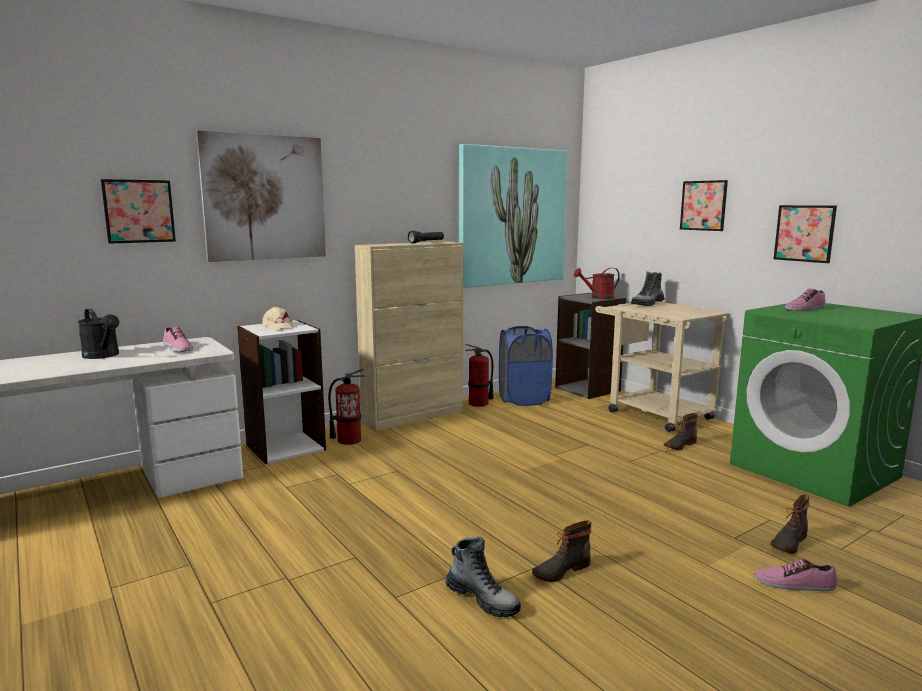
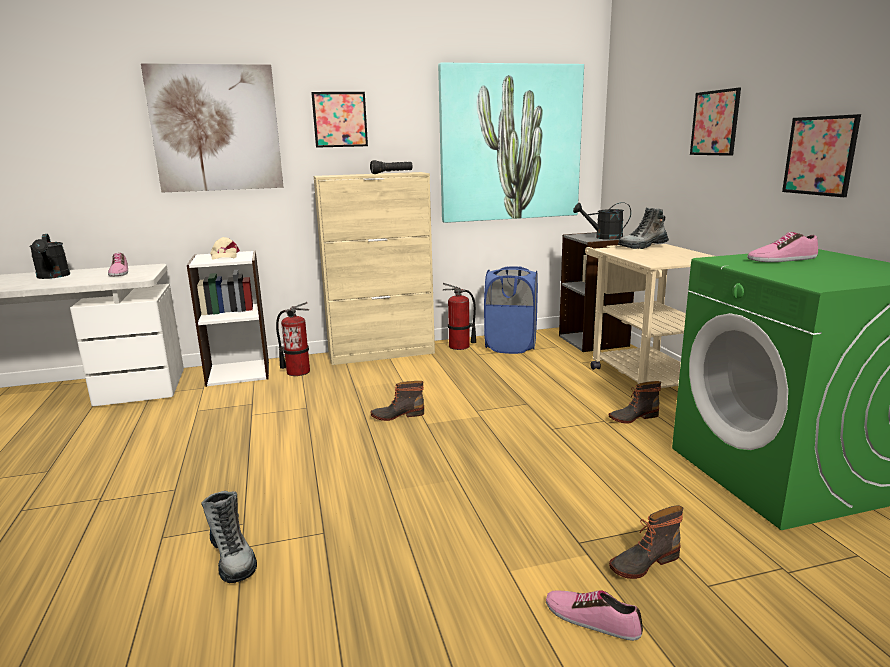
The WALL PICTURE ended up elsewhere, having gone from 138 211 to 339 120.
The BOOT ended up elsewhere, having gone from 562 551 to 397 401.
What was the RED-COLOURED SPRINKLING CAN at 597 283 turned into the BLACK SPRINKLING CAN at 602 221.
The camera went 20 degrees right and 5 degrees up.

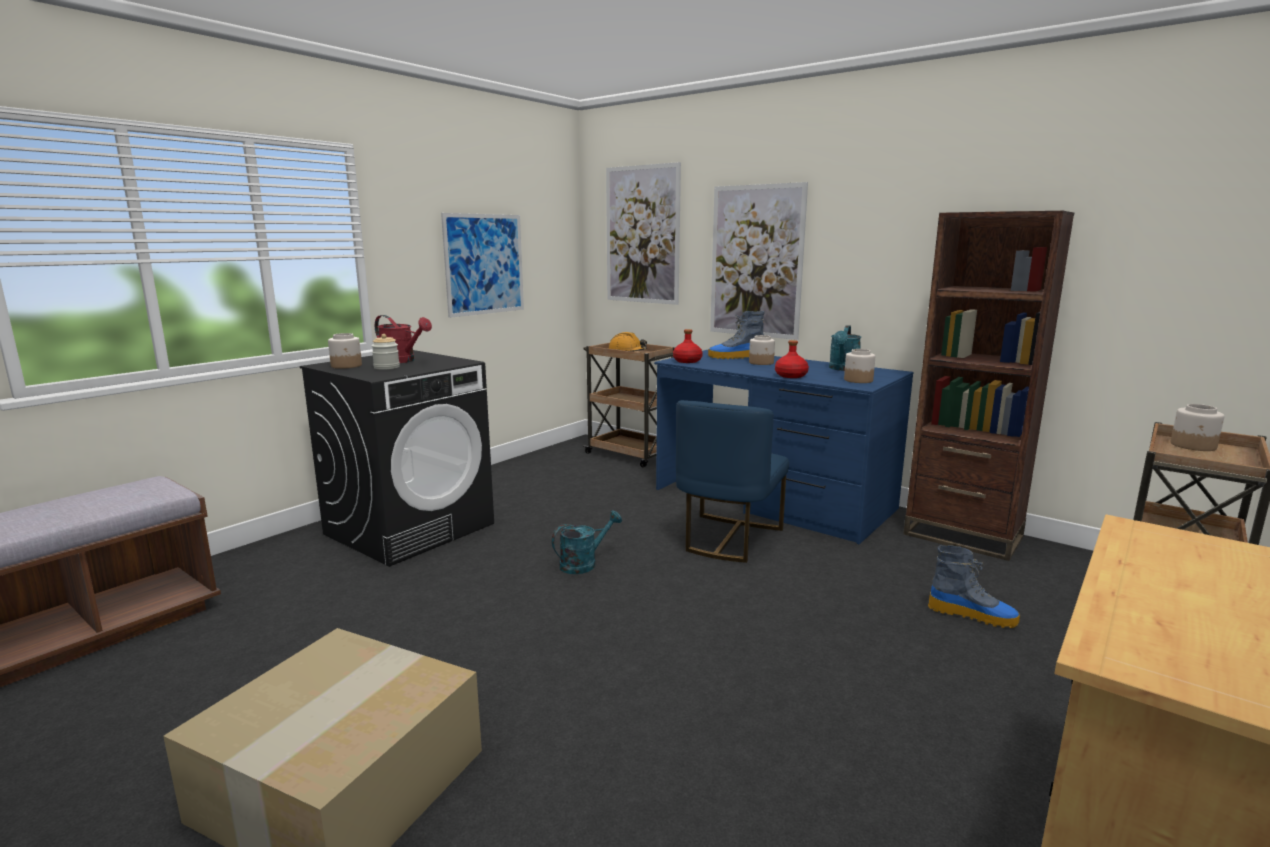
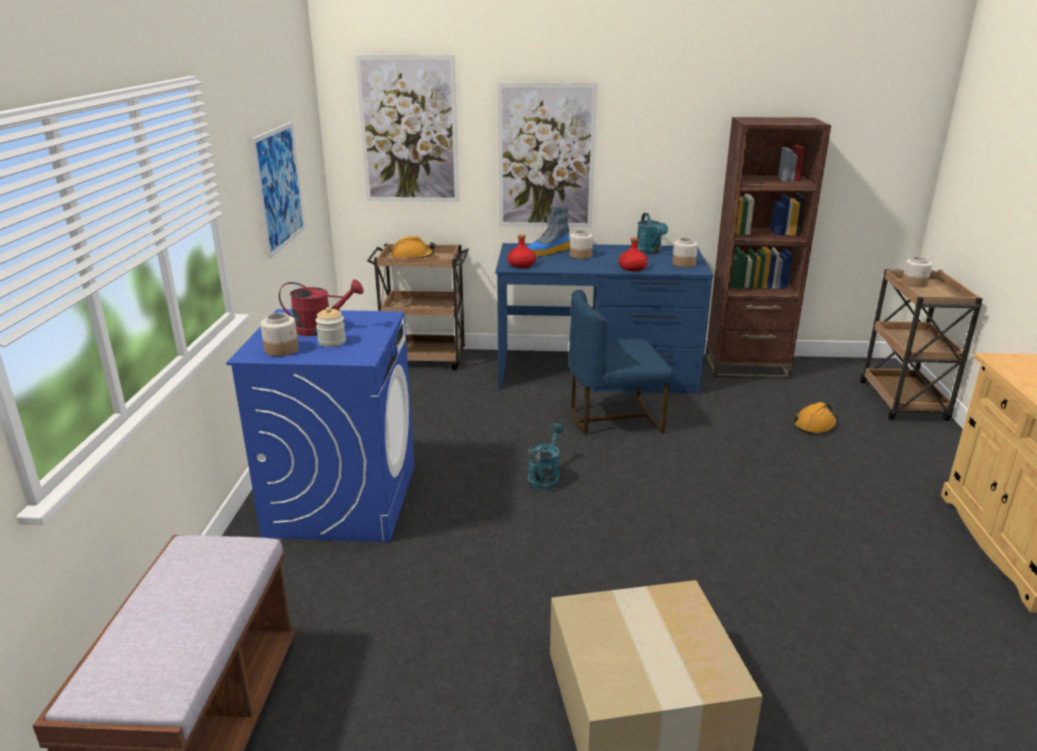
What was the BLACK LAUNDRY APPLIANCE at 397 458 turned into the BLUE LAUNDRY APPLIANCE at 320 425.
The BLUE PLAIN CHAIR at 732 481 ended up facing another way, 90 degrees clockwise from before.
Where the BOOT stood at 974 586, the ORANGEY WORK HELMET came to stand at 815 418.
The camera went 35 degrees left and 10 degrees up.

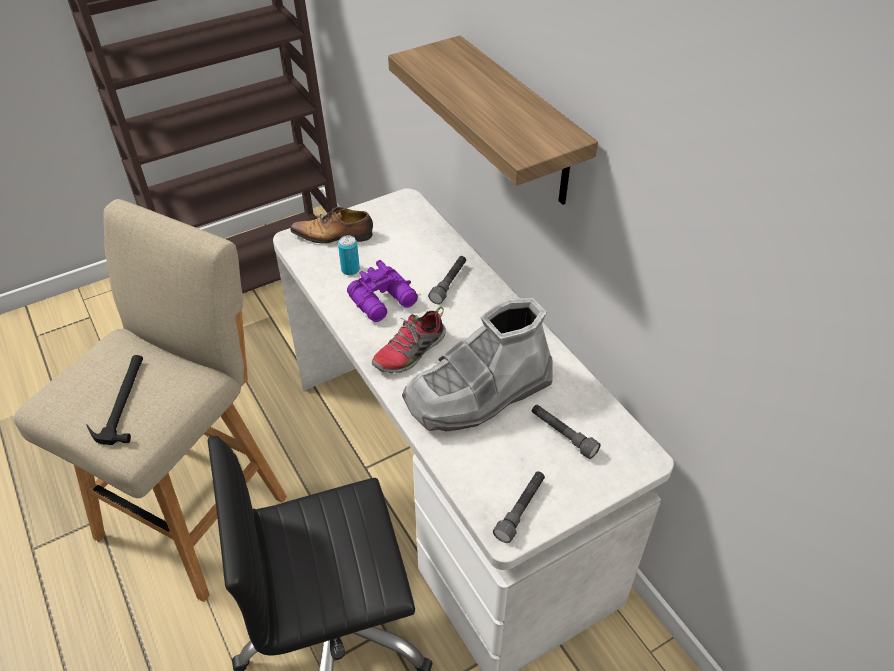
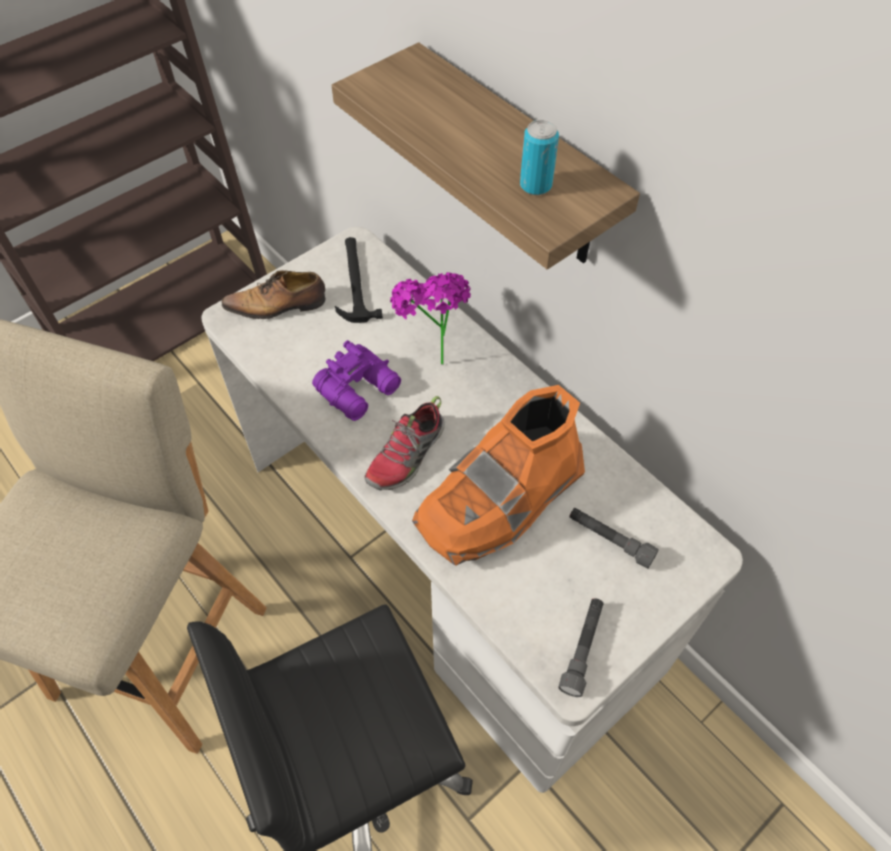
The HAND HAMMER ended up elsewhere, having gone from 114 400 to 359 280.
Where the GRAY HAND TORCH stood at 447 280, the PLANT IN A POT came to stand at 430 318.
What was the GRAY BOOT at 477 365 turned into the ORANGEY BOOT at 498 475.
The SEALED CAN ended up elsewhere, having gone from 349 255 to 539 157.
The camera went 10 degrees left and 10 degrees up.

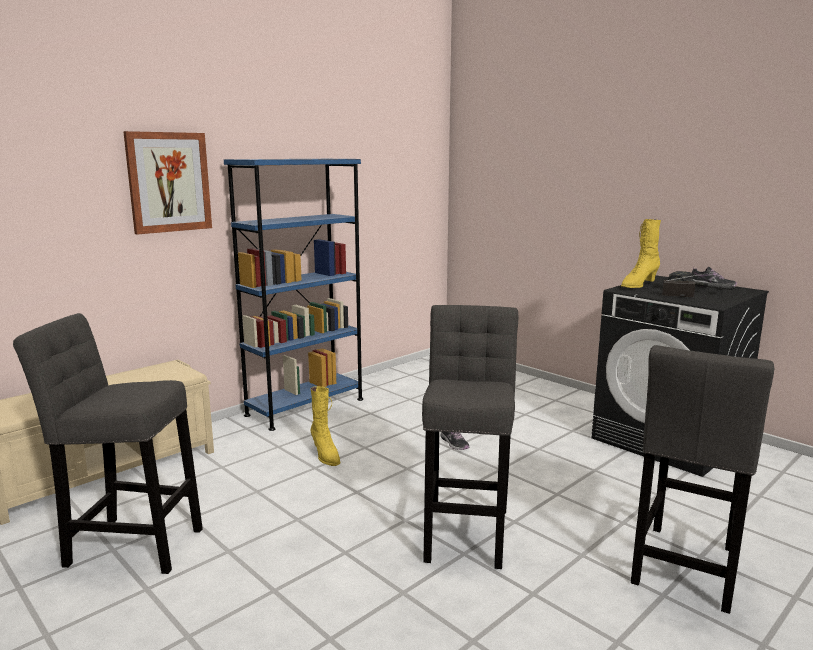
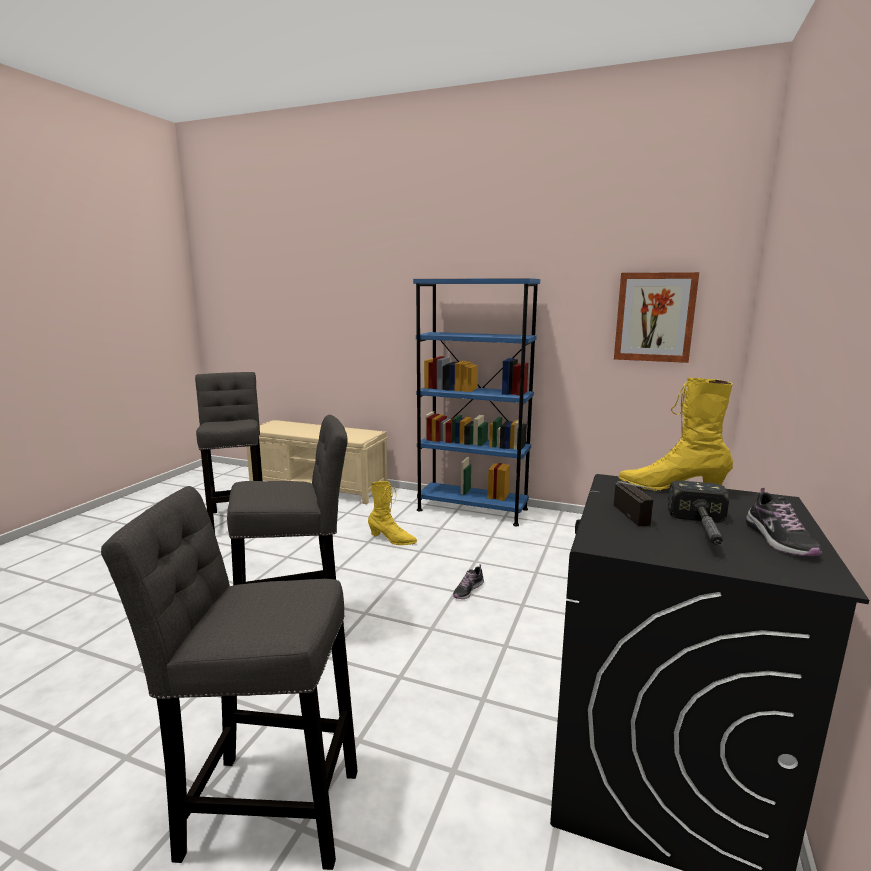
The YELLOW-COLOURED BOOT at 325 426 ended up facing another way, 105 degrees counterclockwise from before.
The WALL PICTURE ended up elsewhere, having gone from 167 183 to 656 317.
The camera went 65 degrees right and 0 degrees up.

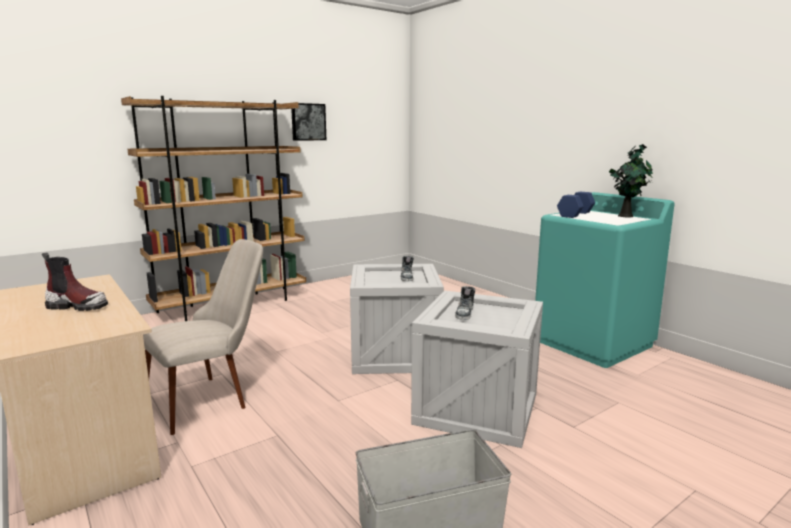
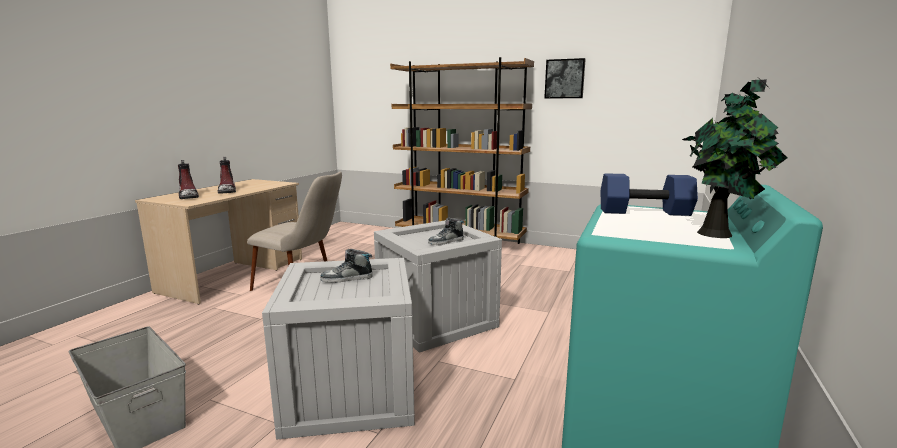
The second view gained the BOOT at 188 179.
The camera went 60 degrees right and 0 degrees up.

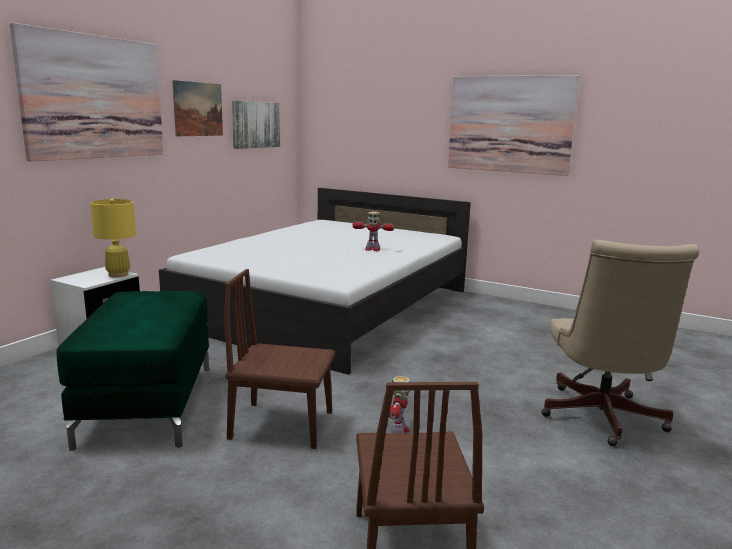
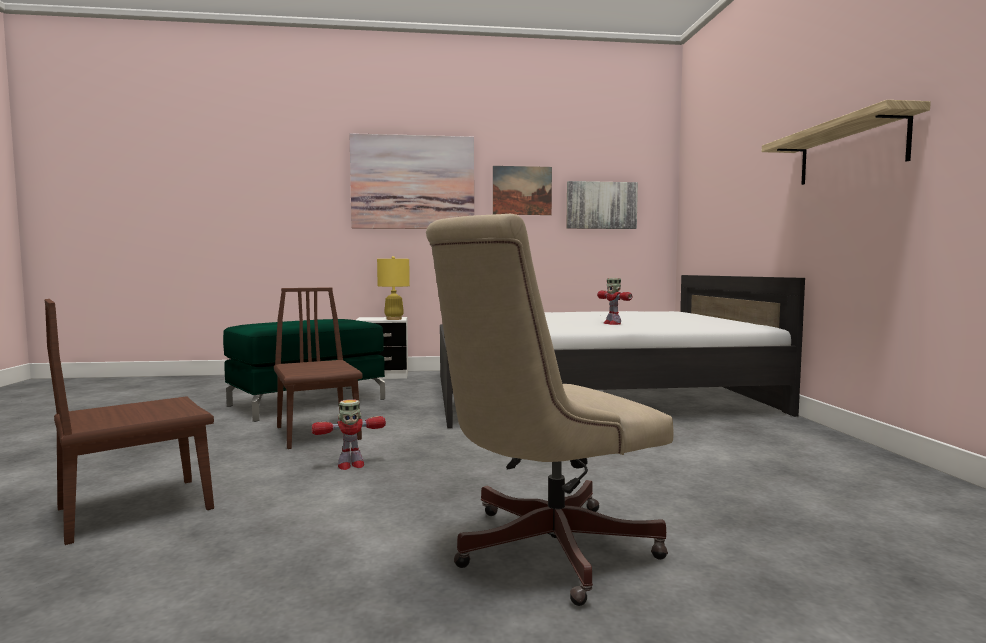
Where the WALL PICTURE hung at 514 125, the WALL SHELF came to hang at 846 142.
The camera went 55 degrees right and 10 degrees down.

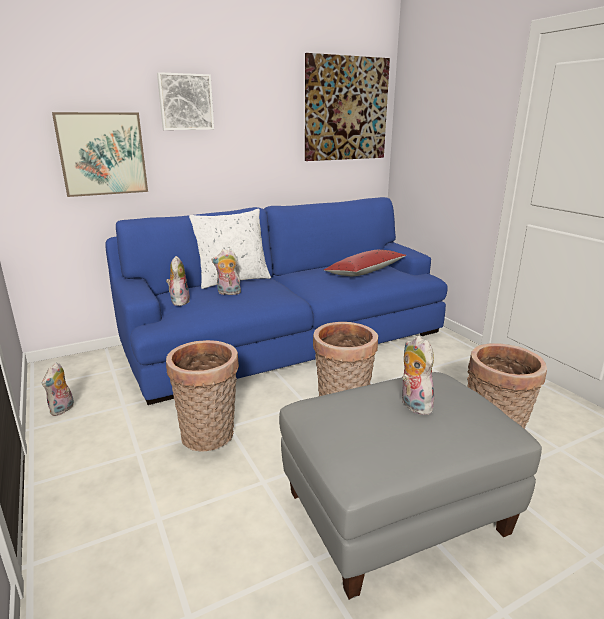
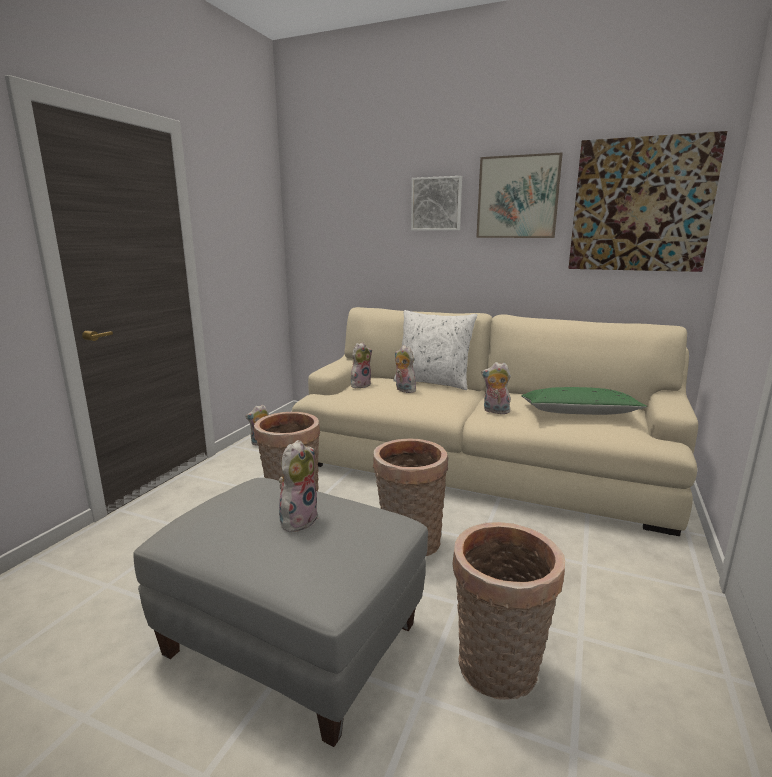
What was the BLUE SETTEE at 277 301 turned into the BEIGE-COLOURED SETTEE at 495 421.
The WALL PICTURE ended up elsewhere, having gone from 100 154 to 519 195.
The second view gained the PLUSH TOY at 496 388.
What was the RED-COLOURED CUSHION at 365 263 turned into the GREEN-COLOURED CUSHION at 584 401.
The camera went 50 degrees right and 5 degrees down.

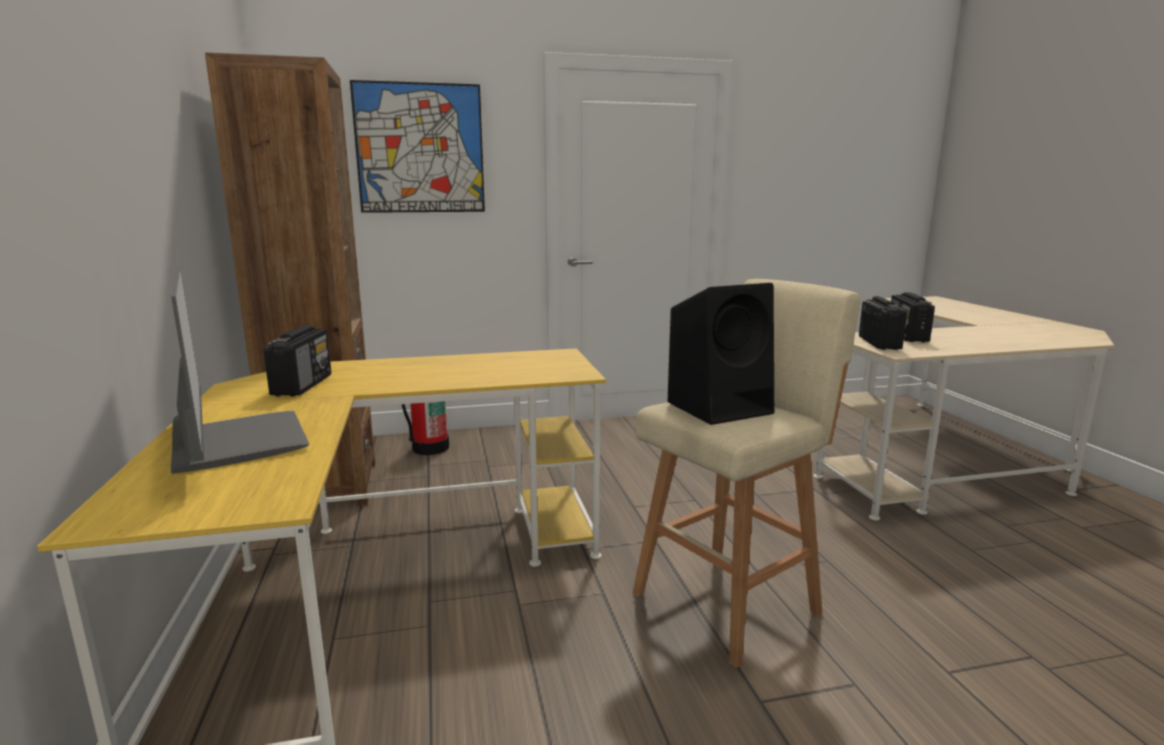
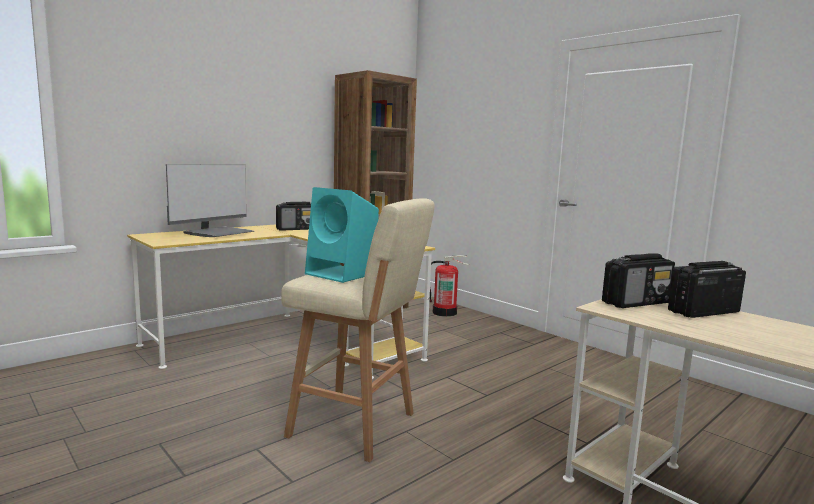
What was the BLACK LOUDSPEAKER at 721 354 turned into the TURQUOISE-COLOURED LOUDSPEAKER at 342 235.
The second view lost the WALL PICTURE at 417 146.
The camera went 60 degrees right and 5 degrees down.

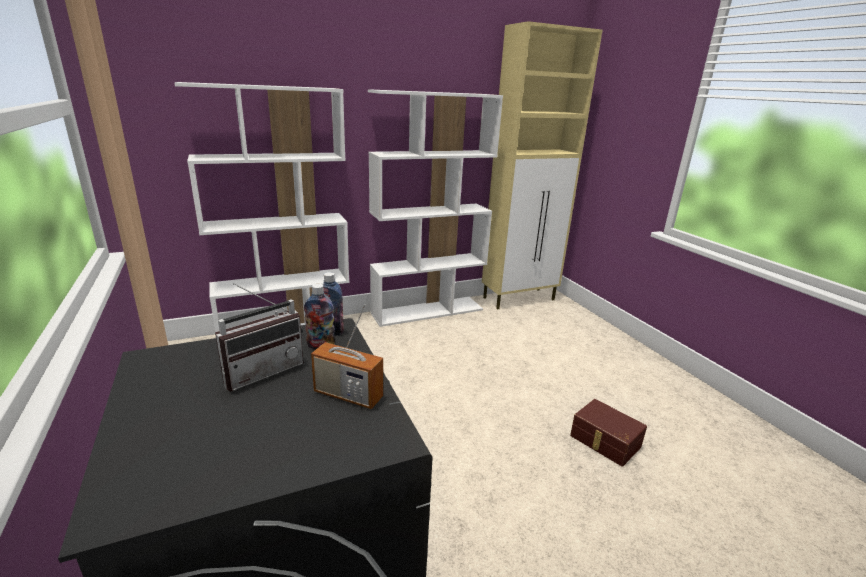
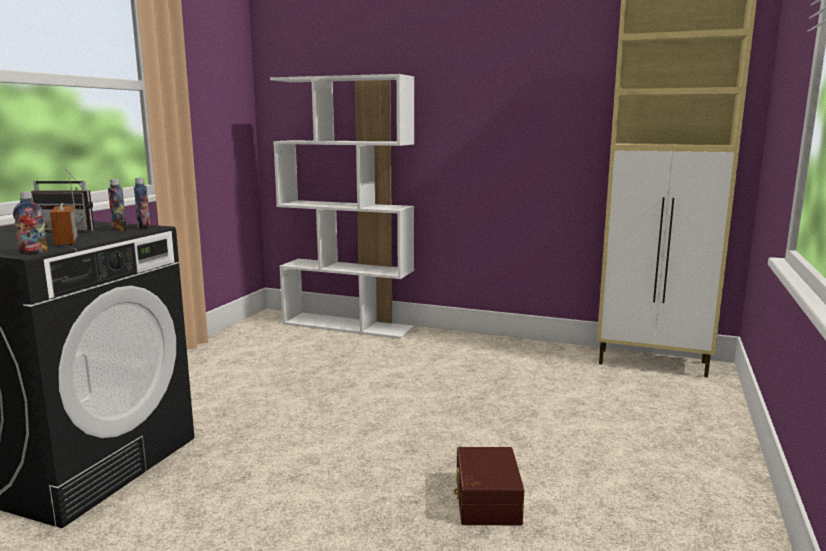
The second view gained the BOTTLE at 30 223.
The second view lost the WHITISH SHELVING UNIT at 435 208.
The camera went 45 degrees right and 10 degrees down.

